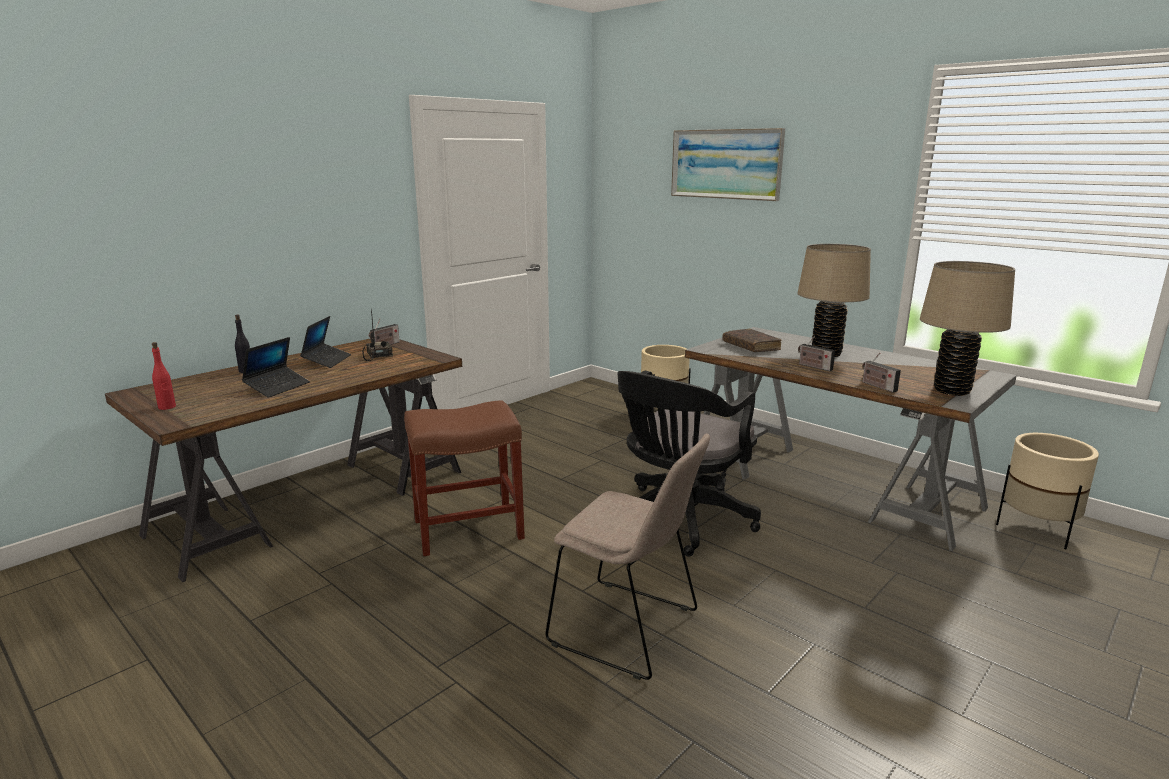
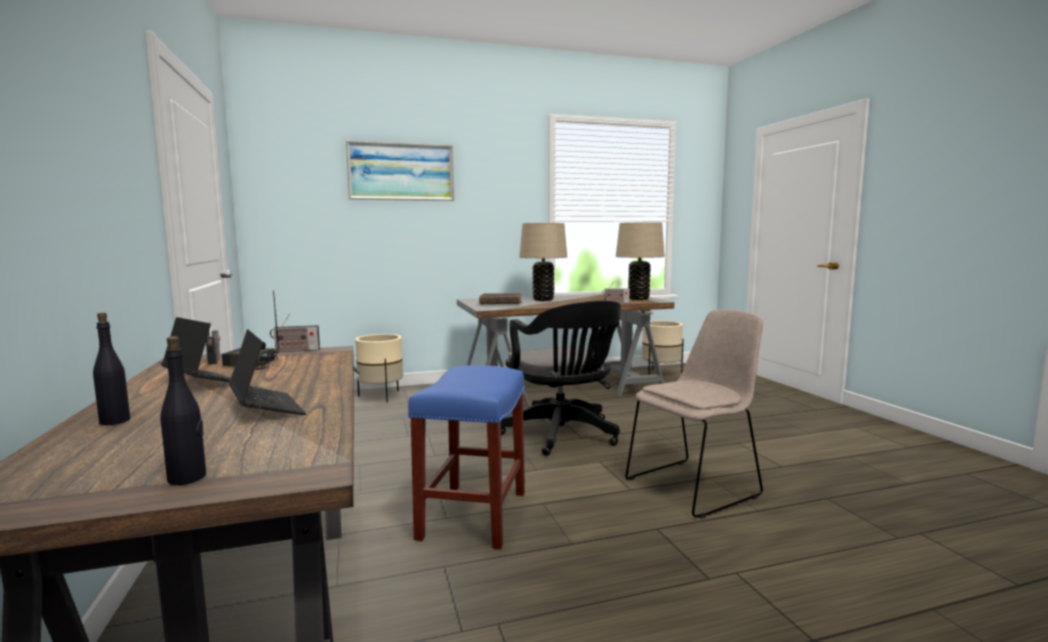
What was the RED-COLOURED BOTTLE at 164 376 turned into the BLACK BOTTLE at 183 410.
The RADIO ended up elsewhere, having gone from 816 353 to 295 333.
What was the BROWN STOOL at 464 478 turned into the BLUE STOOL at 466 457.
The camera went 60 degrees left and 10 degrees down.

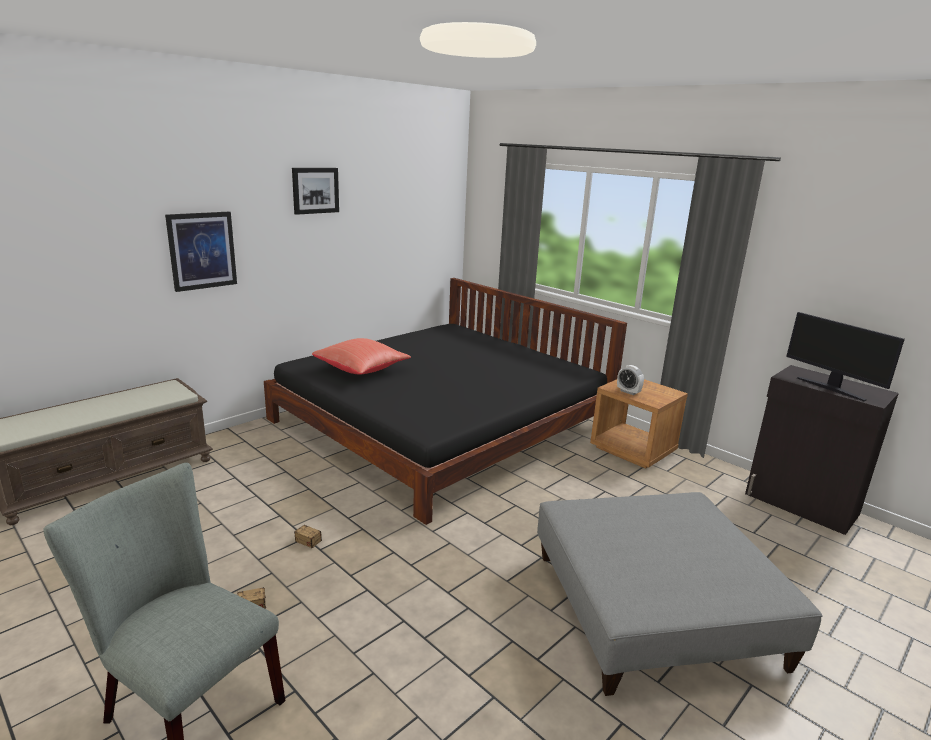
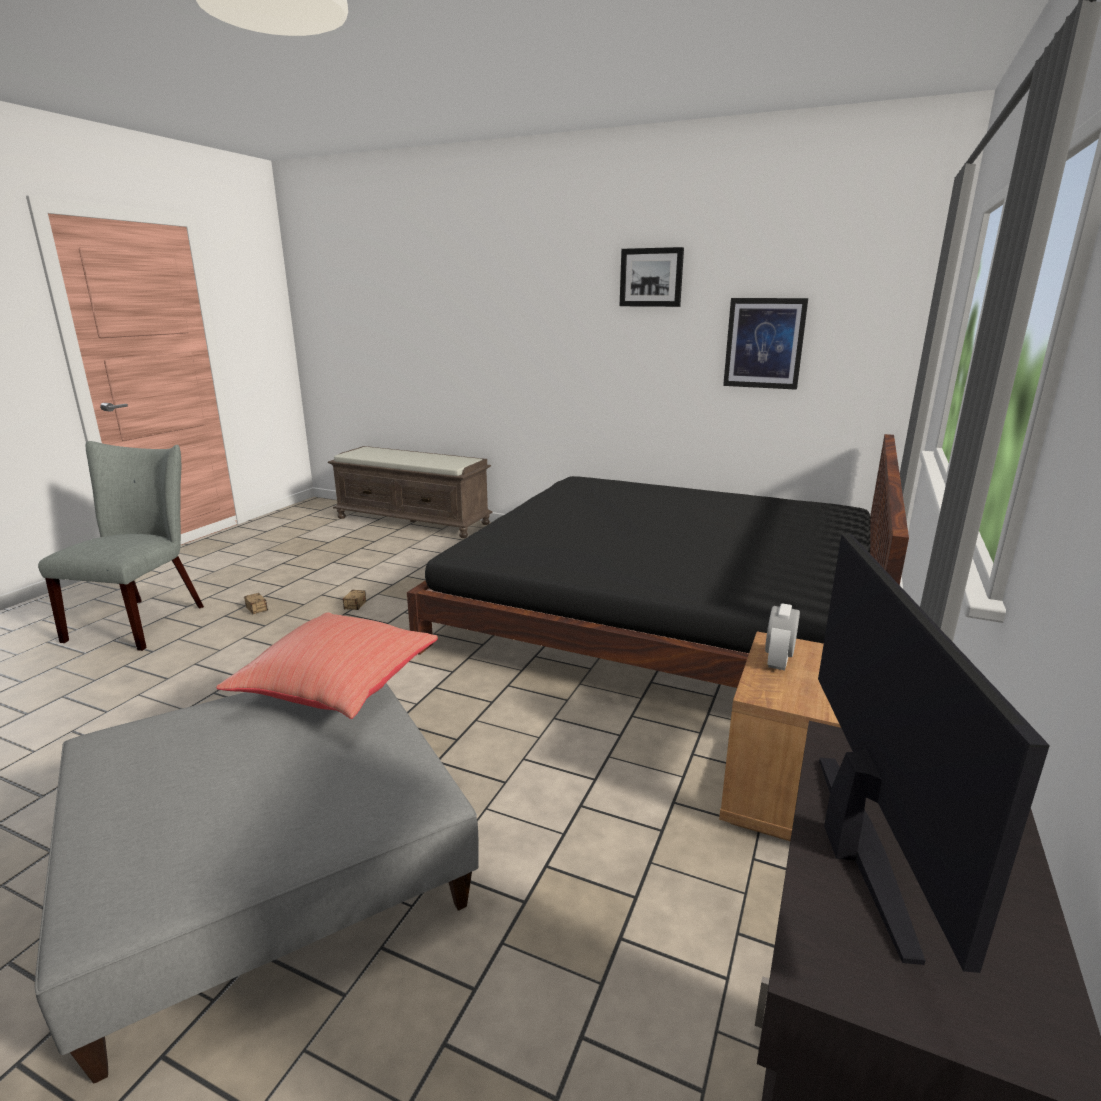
The RED-COLOURED CUSHION ended up elsewhere, having gone from 361 356 to 327 665.
The WALL PICTURE ended up elsewhere, having gone from 201 252 to 765 344.
The MONITOR at 845 356 ended up facing another way, 150 degrees clockwise from before.
The camera went 70 degrees right and 0 degrees up.

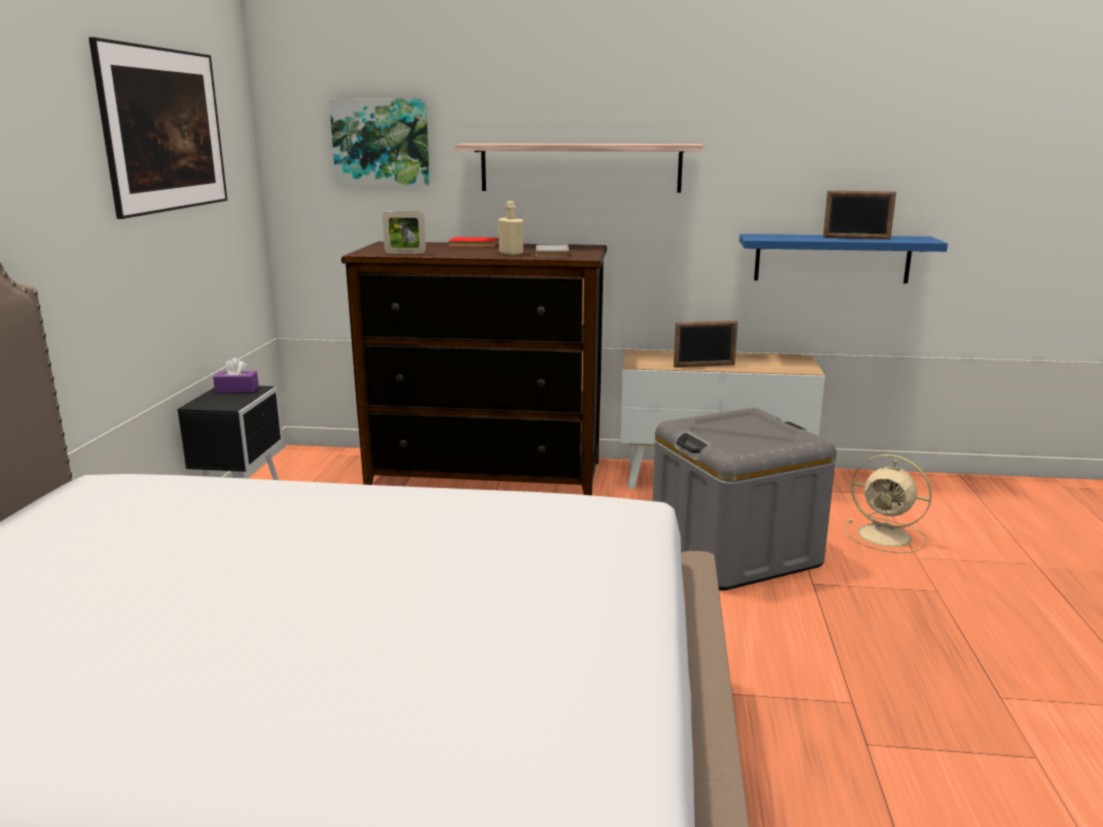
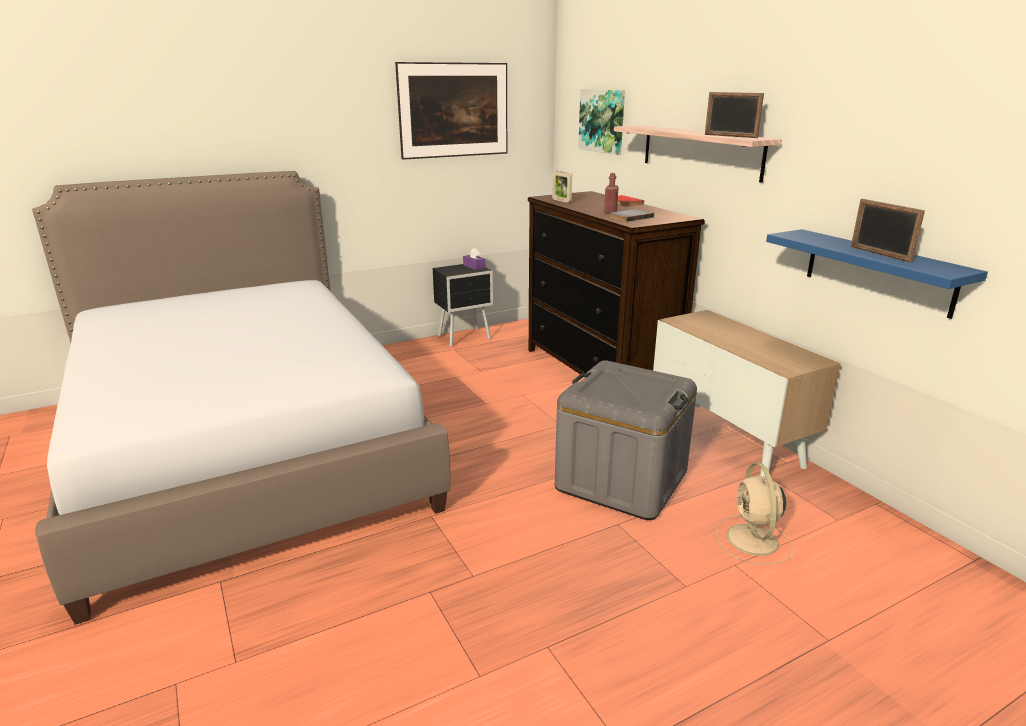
What was the BEIGE-COLOURED BOTTLE at 510 228 turned into the RED-COLOURED BOTTLE at 611 193.
The STANDING FRAME ended up elsewhere, having gone from 706 344 to 734 115.
The camera went 55 degrees right and 5 degrees up.

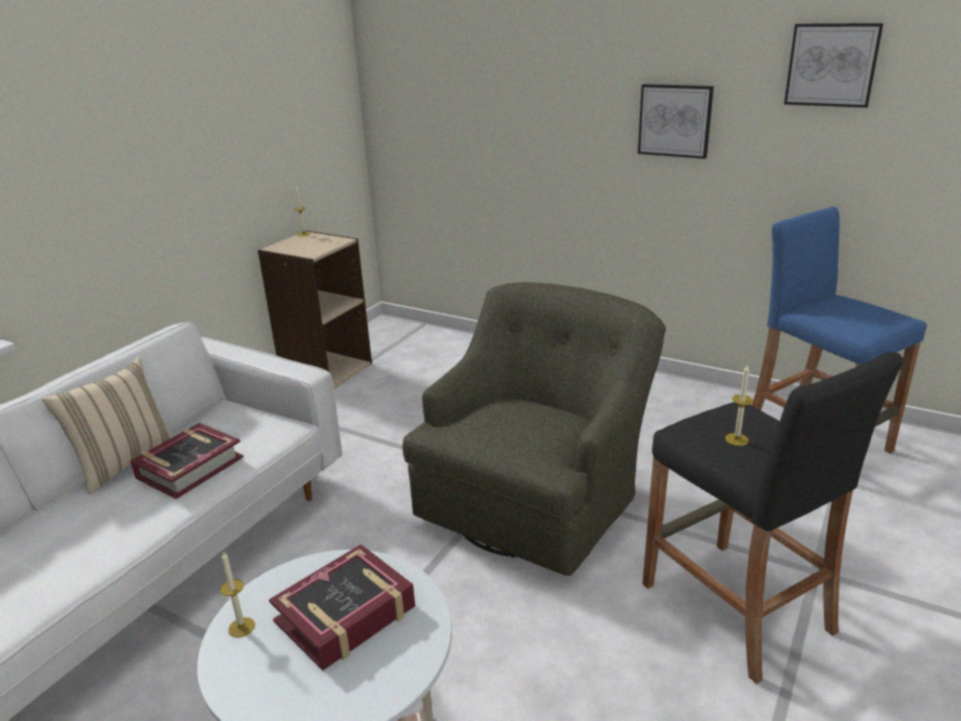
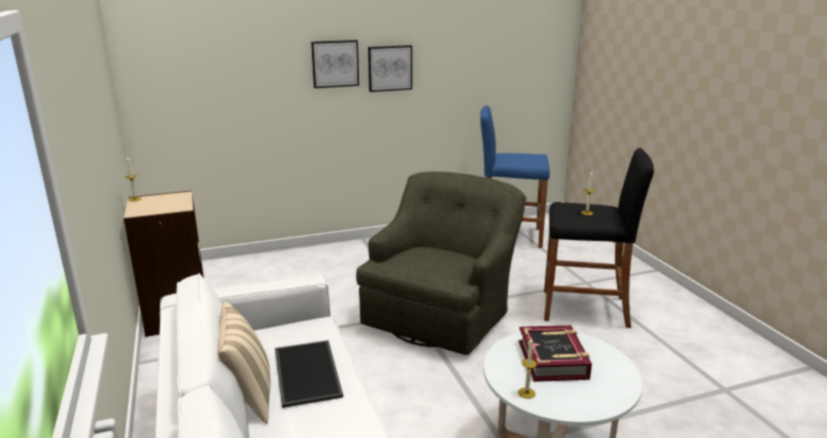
Where the VOLUME stood at 187 461, the CARRYING TRAY came to stand at 309 374.
The WALL PICTURE ended up elsewhere, having gone from 833 65 to 335 64.
The GREEN-COLOURED EASY CHAIR at 534 429 ended up facing another way, 45 degrees clockwise from before.
The camera went 50 degrees left and 5 degrees down.

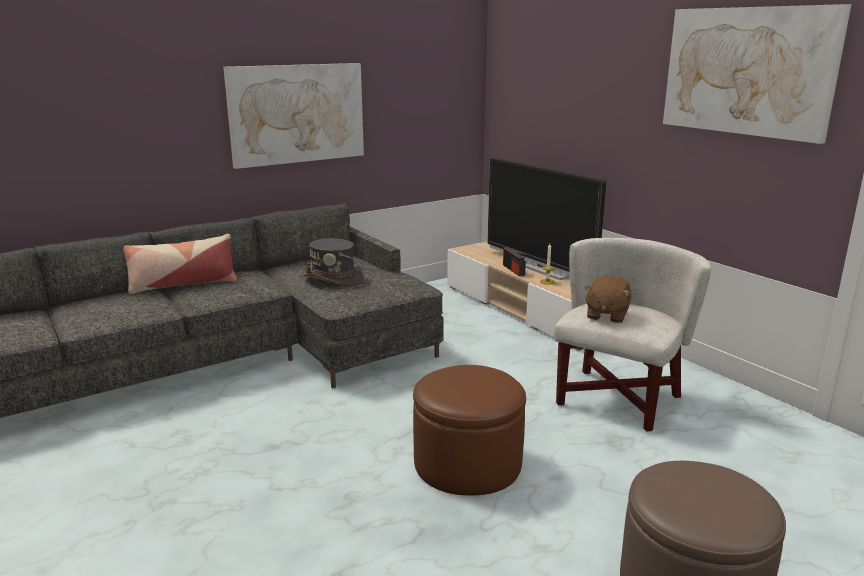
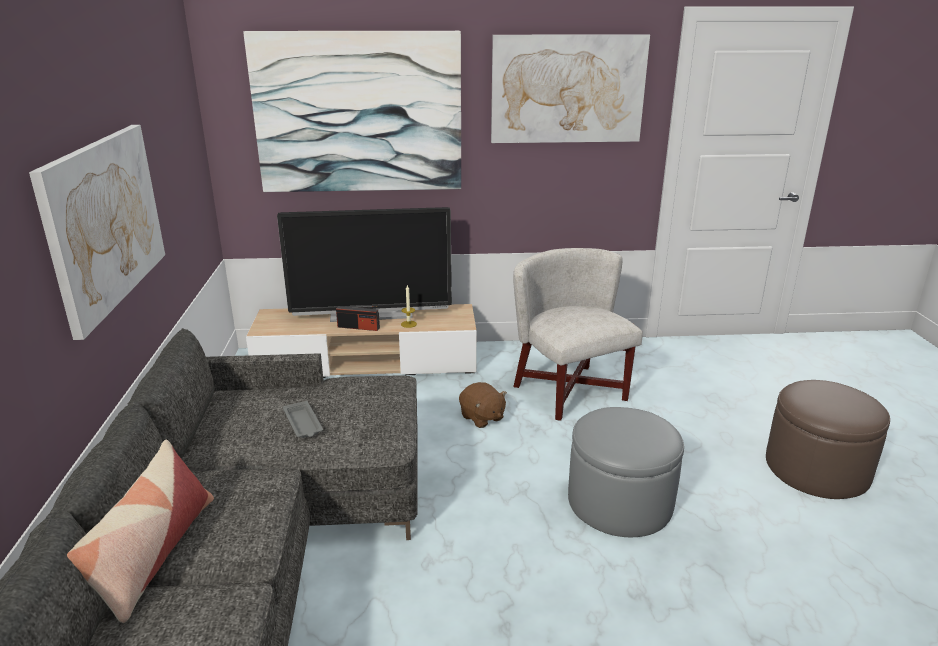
The second view gained the WALL PICTURE at 352 111.
Where the GRAY HAT stood at 333 262, the GRAY CARRYING TRAY came to stand at 303 419.
The BROWN PLUSH TOY ended up elsewhere, having gone from 607 299 to 483 405.
What was the BROWN FOOTREST at 469 430 turned into the GRAY FOOTREST at 626 472.
The camera went 60 degrees left and 5 degrees up.

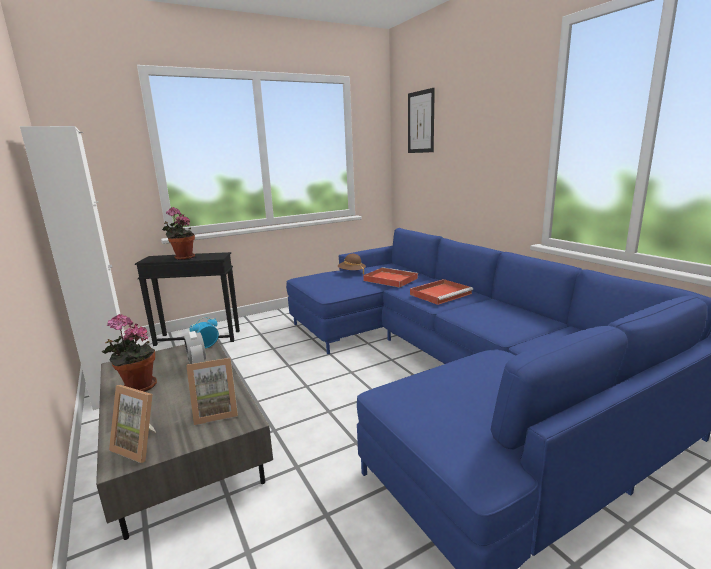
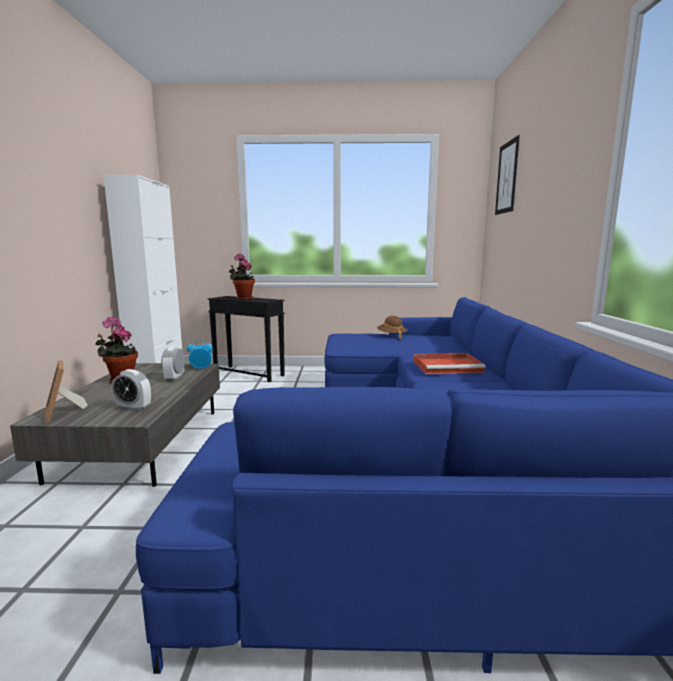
Where the STANDING FRAME stood at 212 391, the ALARM CLOCK came to stand at 131 390.
The second view lost the RED-COLOURED CARRYING TRAY at 390 277.
The camera went 30 degrees right and 5 degrees down.

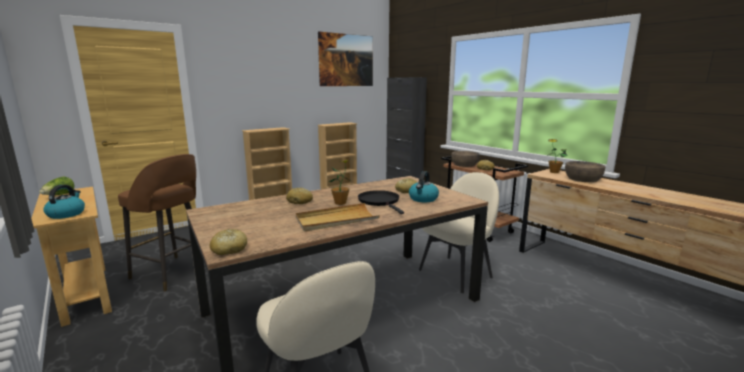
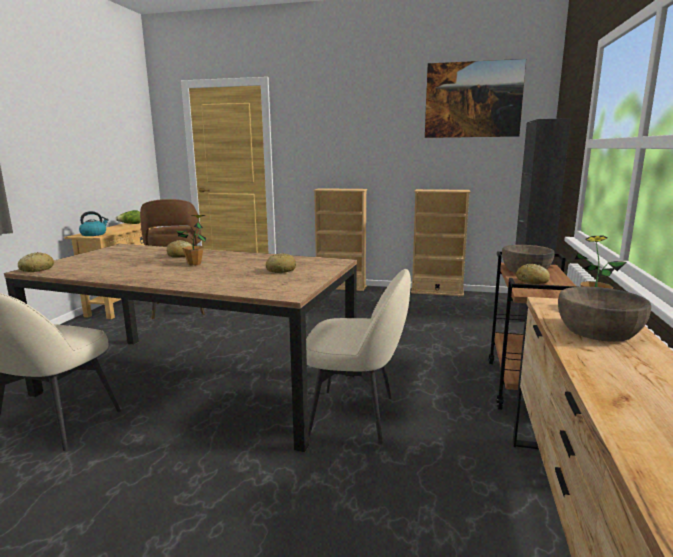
The second view lost the BEIGE-COLOURED CARRYING TRAY at 338 217.
The second view lost the BLACK SKILLET at 381 202.
The second view lost the TEA KETTLE at 424 186.
The camera went 50 degrees right and 0 degrees up.

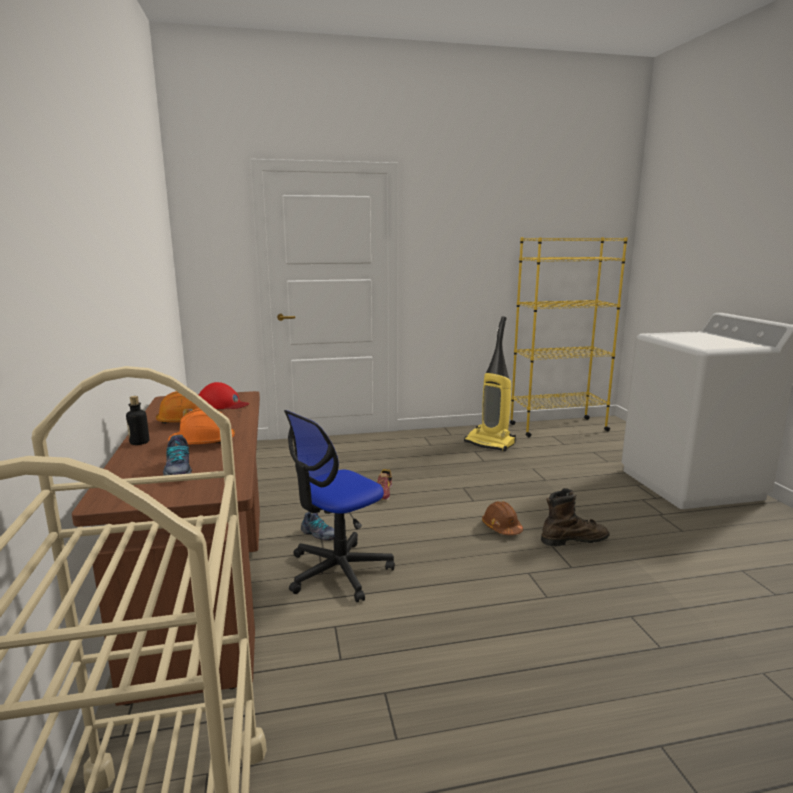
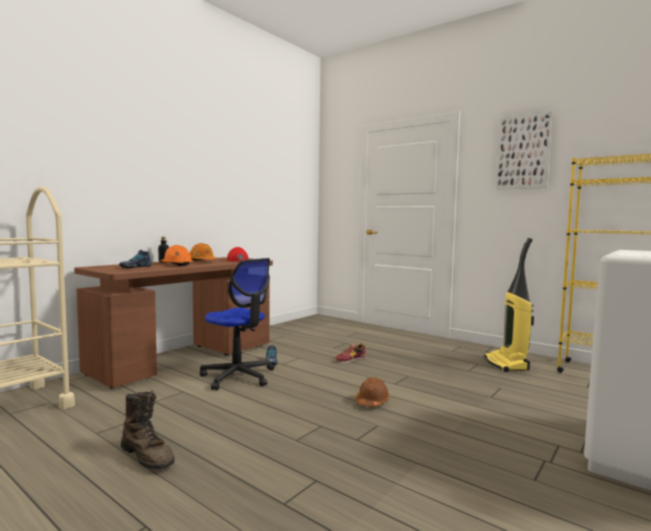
The BROWN BOOT ended up elsewhere, having gone from 575 517 to 148 430.
The COMPUTER CHAIR at 339 506 ended up facing another way, 150 degrees counterclockwise from before.
The second view gained the WALL PICTURE at 524 150.
The camera went 50 degrees right and 10 degrees down.

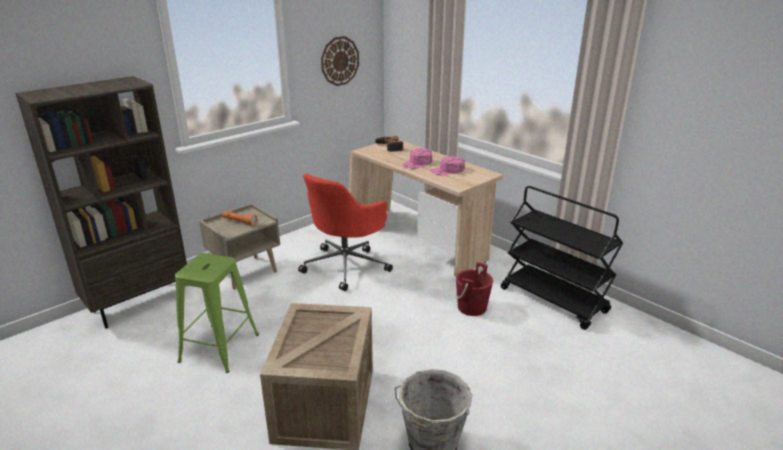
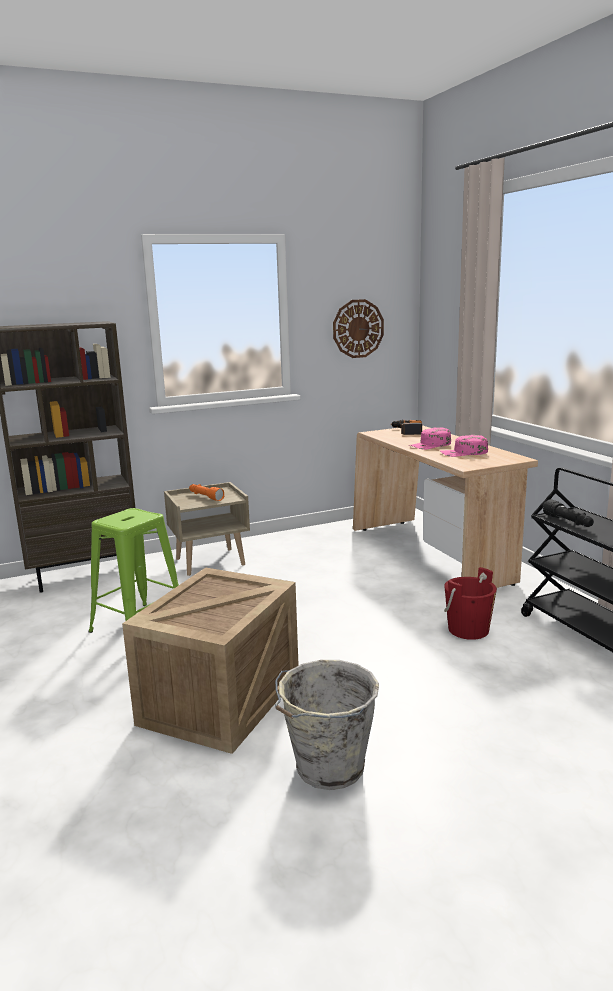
The second view gained the BLACK HAND TORCH at 568 513.
The second view lost the RED-COLOURED COMPUTER CHAIR at 345 232.
The camera went 20 degrees right and 10 degrees down.

